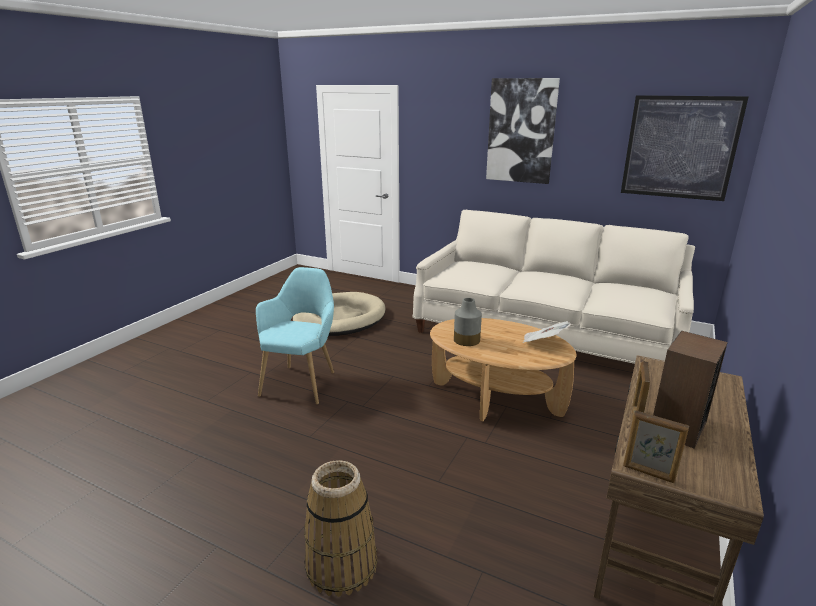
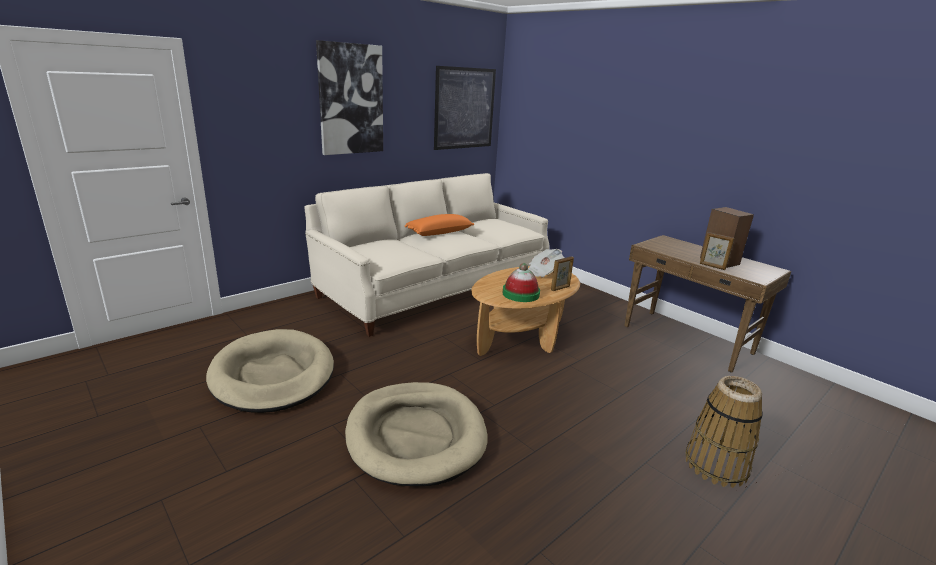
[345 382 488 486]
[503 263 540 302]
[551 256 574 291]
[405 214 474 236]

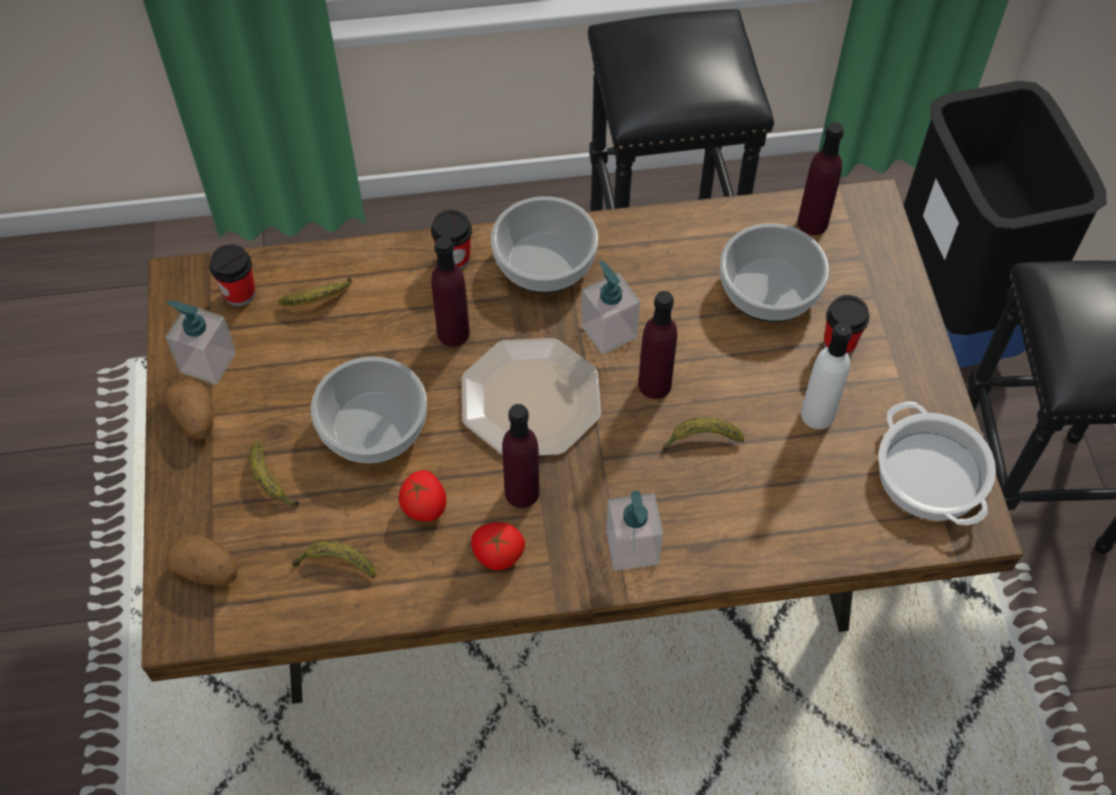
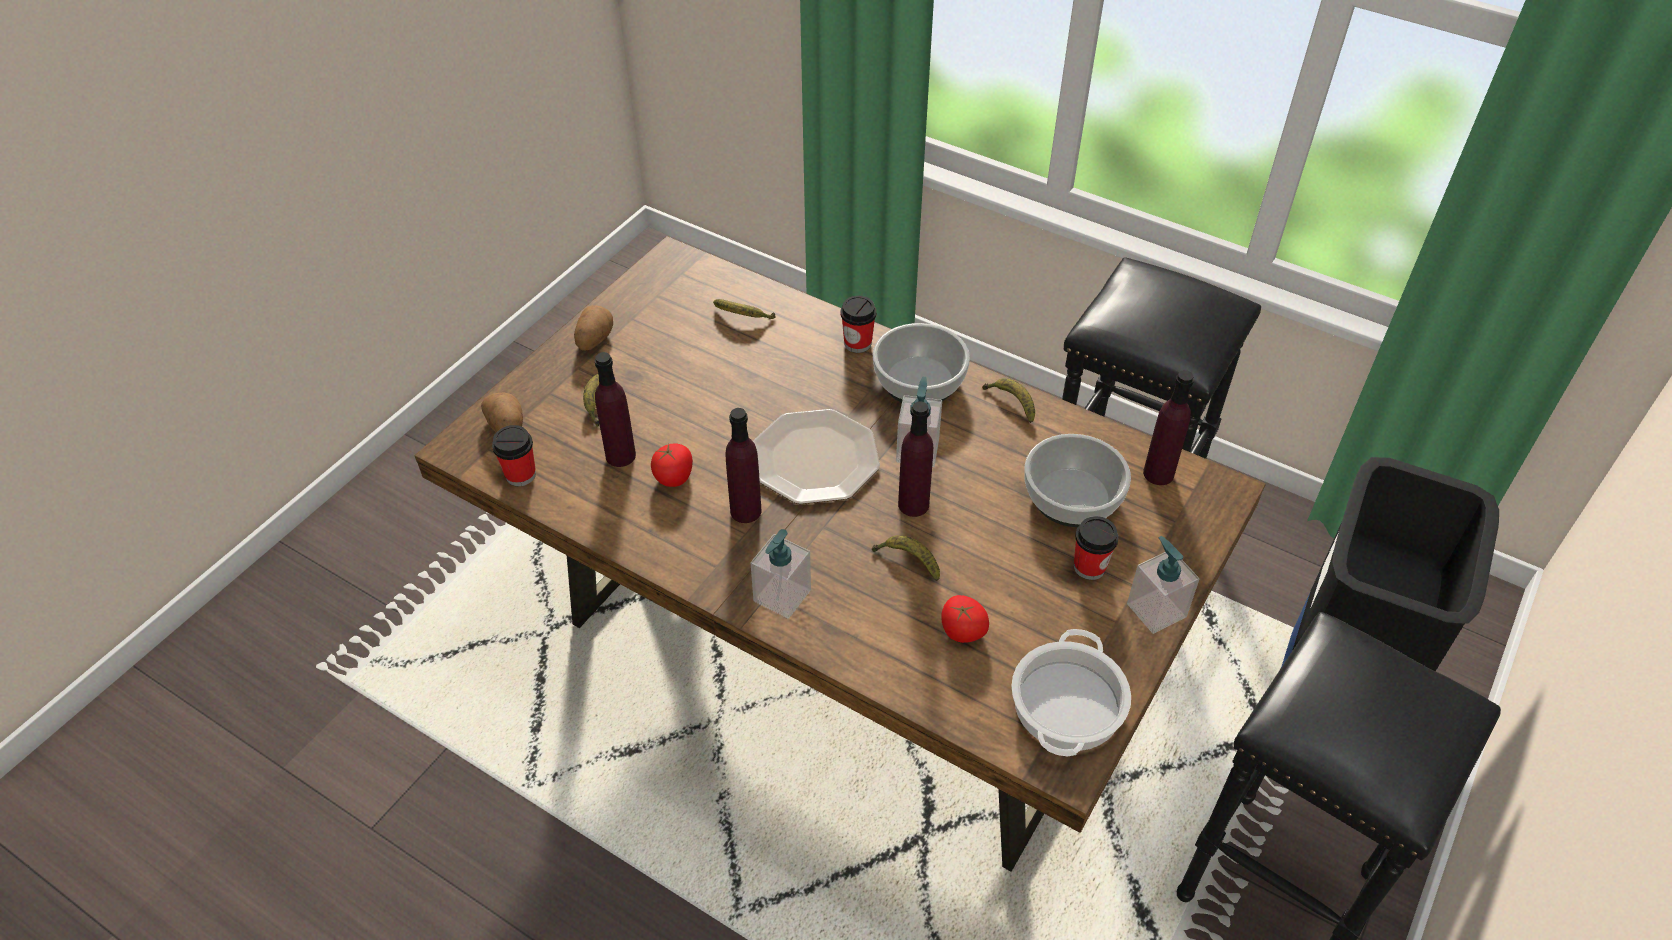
[595 352 636 467]
[492 425 536 486]
[1127 536 1200 634]
[801 322 852 429] (first image)
[311 357 427 464] (first image)
[941 595 989 643]
[982 378 1035 423]

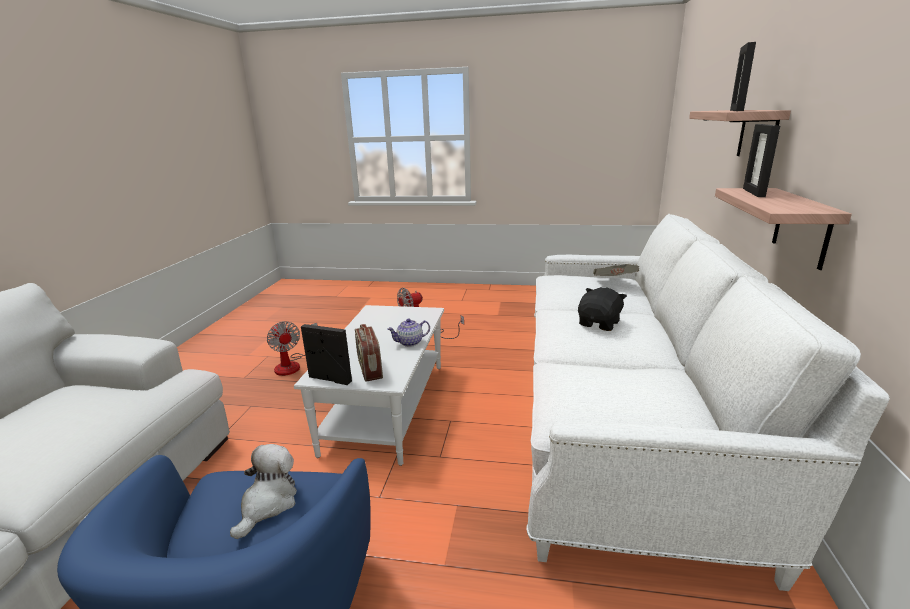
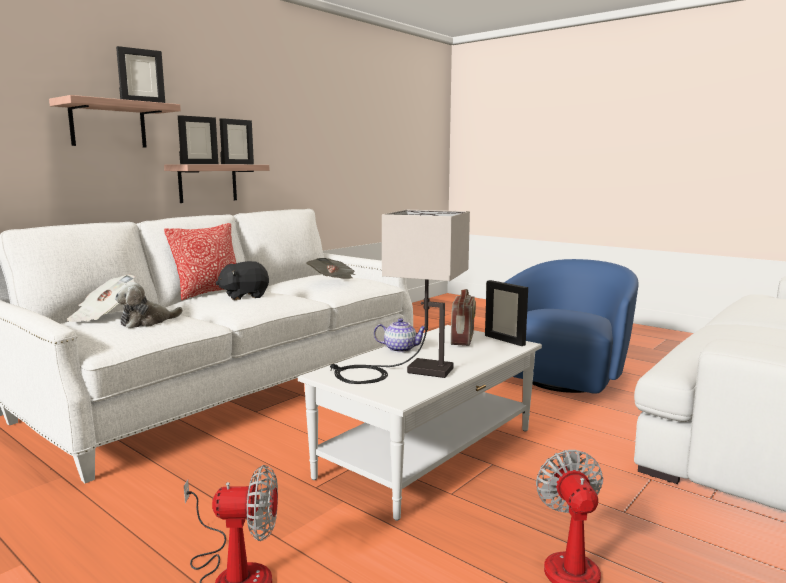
[115 282 183 328]
[220 118 254 164]
[330 210 470 384]
[164 223 236 300]
[306 258 355 279]

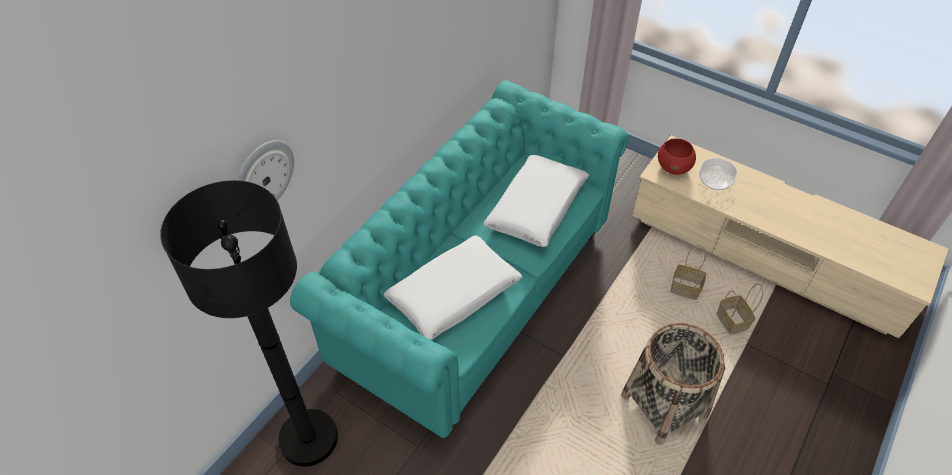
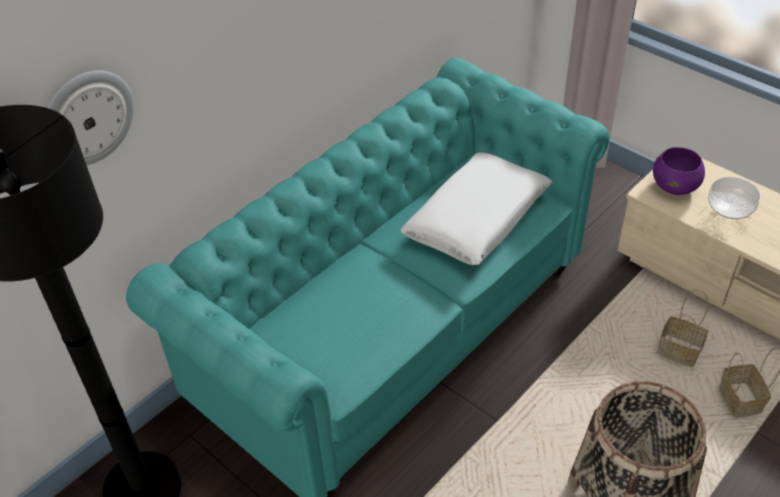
[653 147 705 195]
[384 235 522 340] (first image)

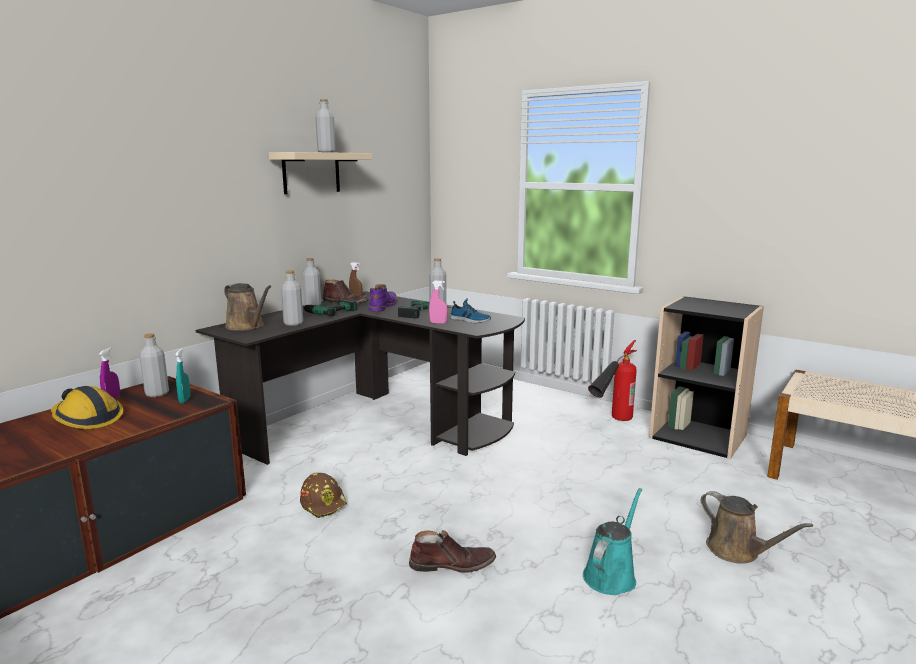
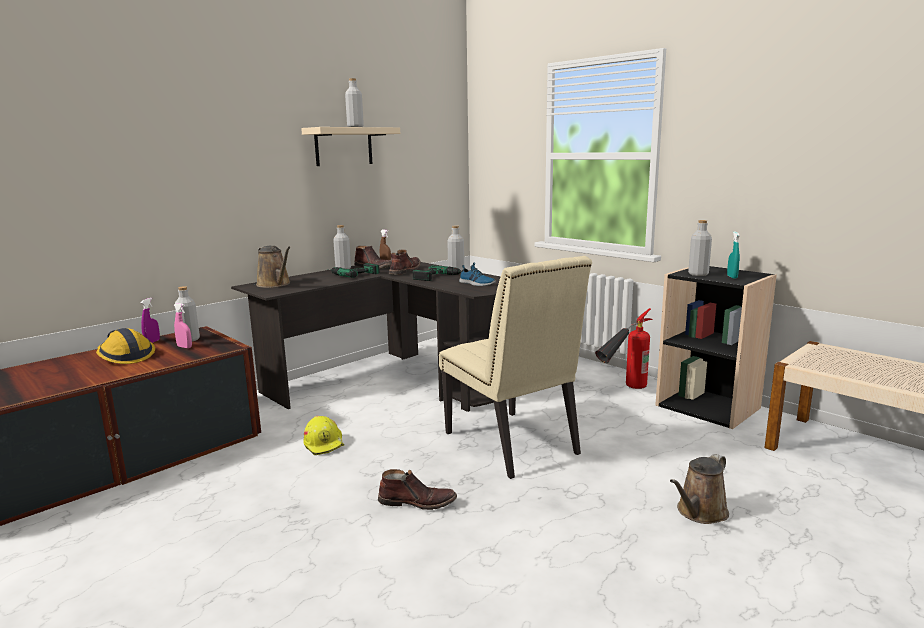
[688 220 712 276]
[174 303 192 348]
[389 249 421 275]
[727 232 740 279]
[303 416 344 455]
[583 488 642 595] (first image)
[670 454 729 524]
[439 256 592 479]

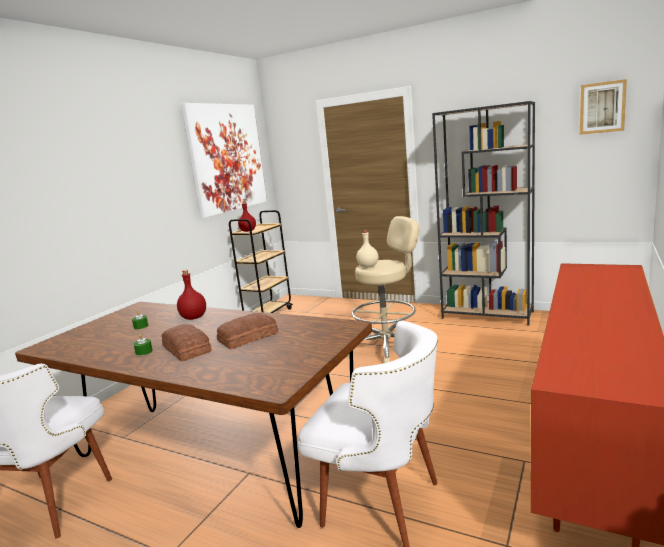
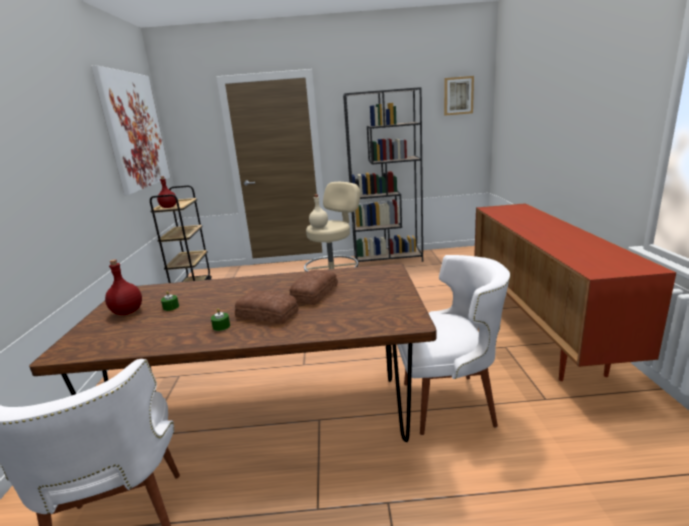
[105 259 142 315]

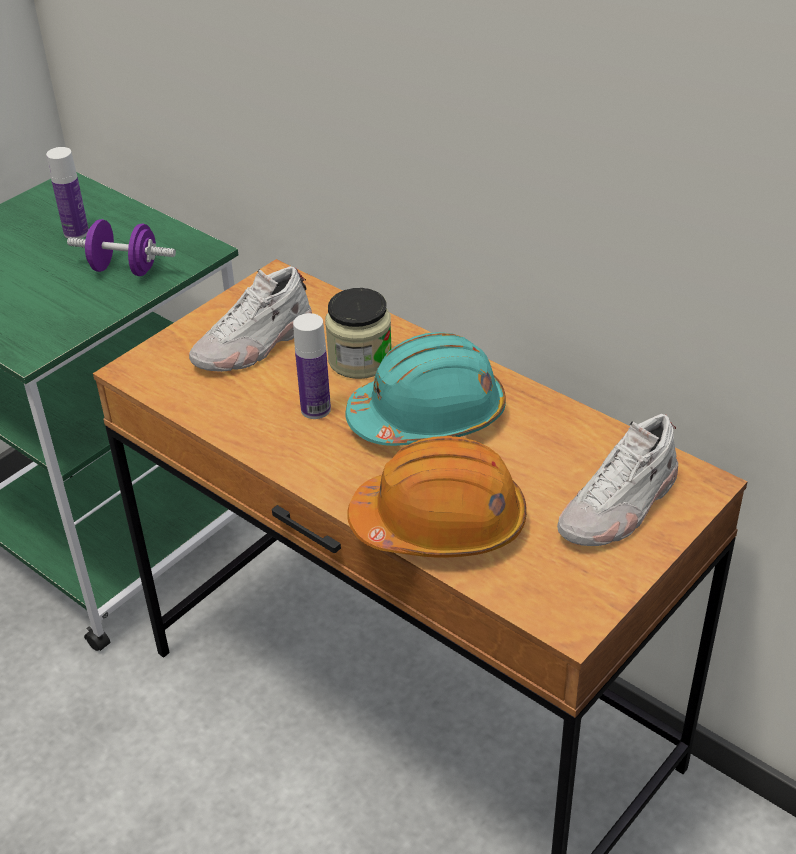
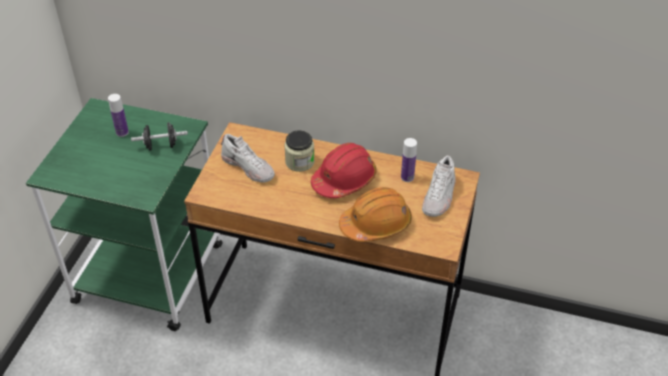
[131 122 188 151]
[221 134 275 183]
[401 138 417 182]
[311 143 376 198]

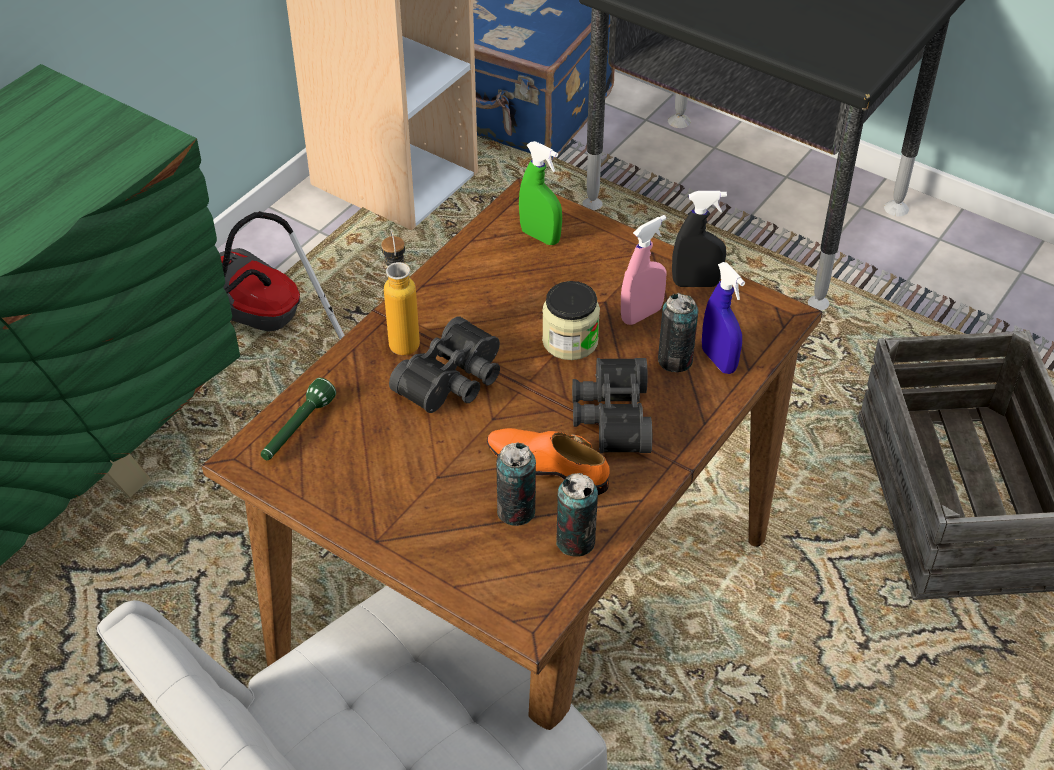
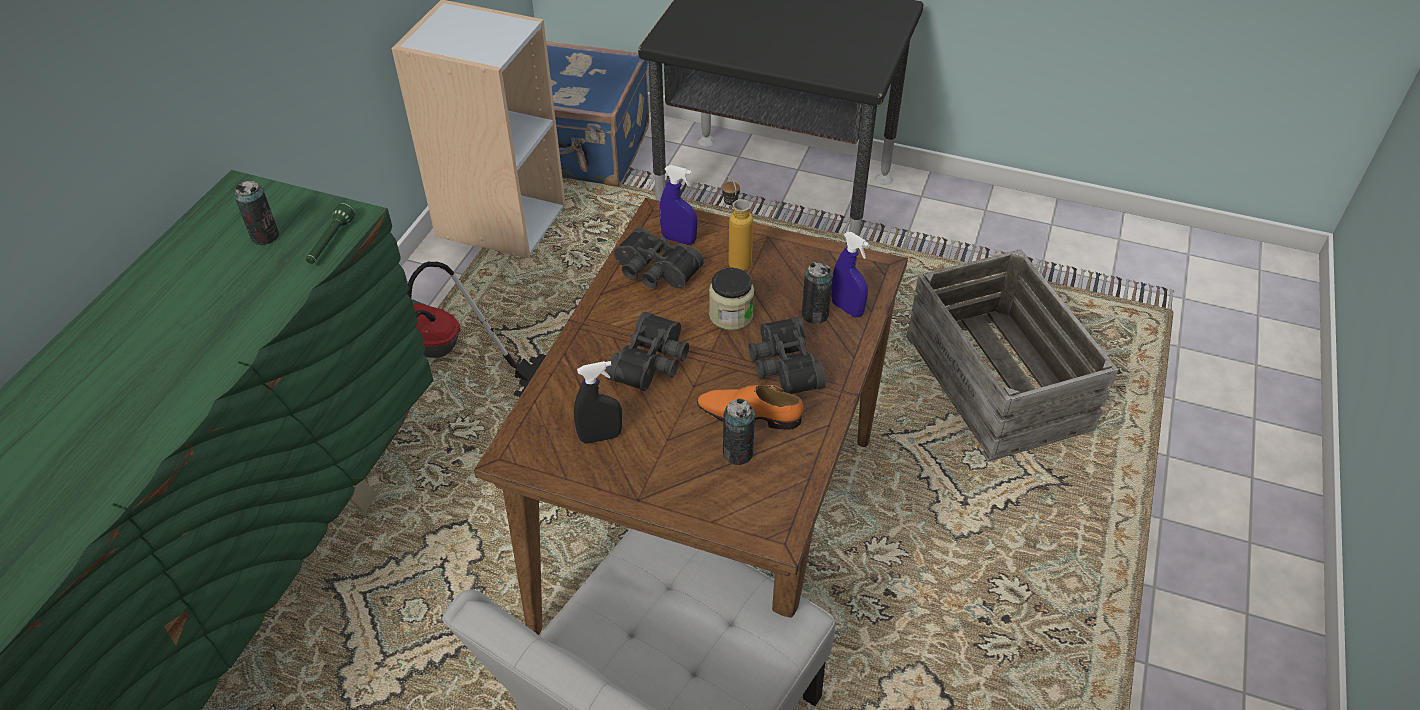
[659 165 697 245]
[574 361 622 444]
[621 215 667 325] (first image)
[722 176 753 271]
[306 203 355 264]
[235 181 279 245]
[614 227 704 288]

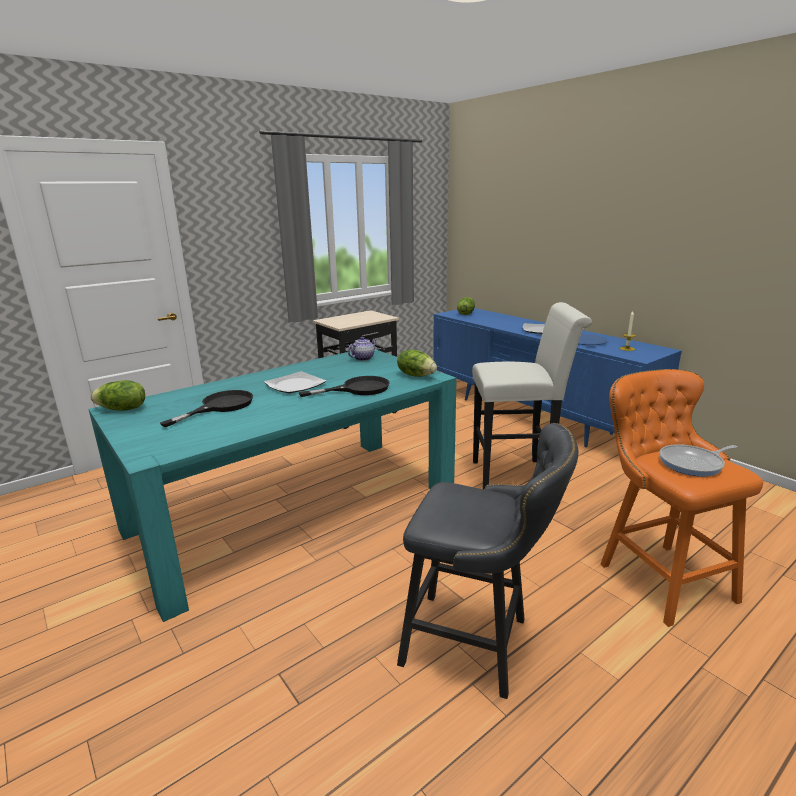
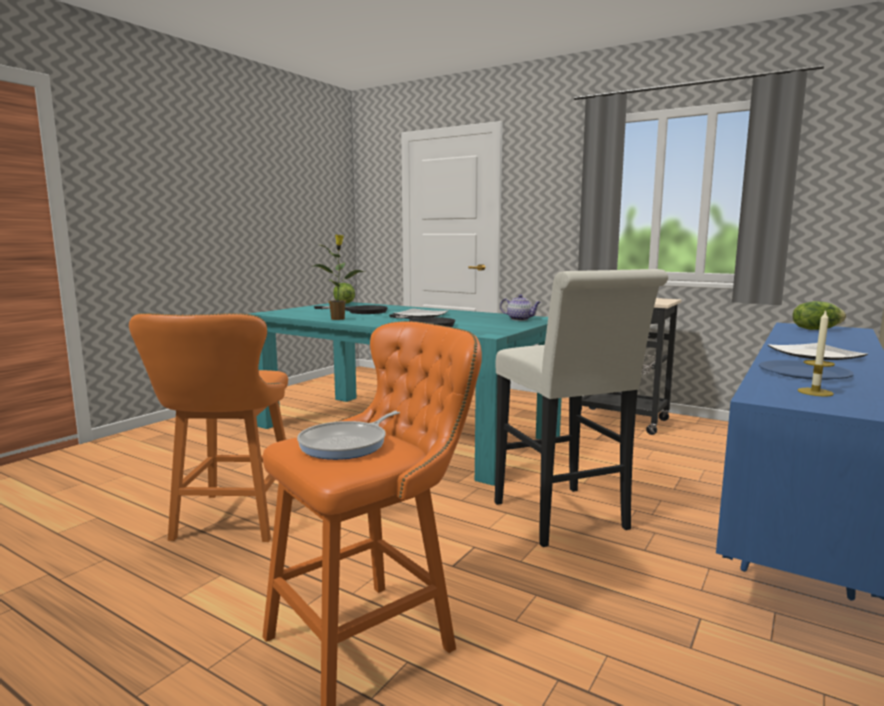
[397 350 437 377] (first image)
[129 313 295 542]
[297 411 400 460]
[314 234 365 320]

